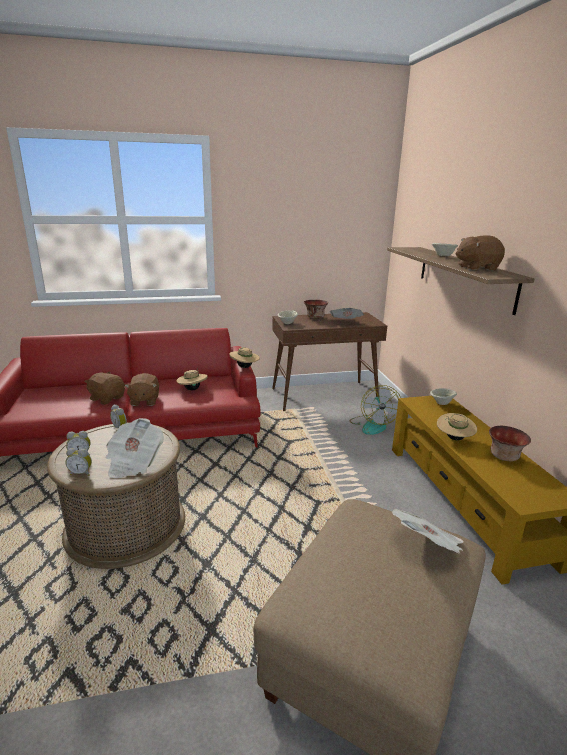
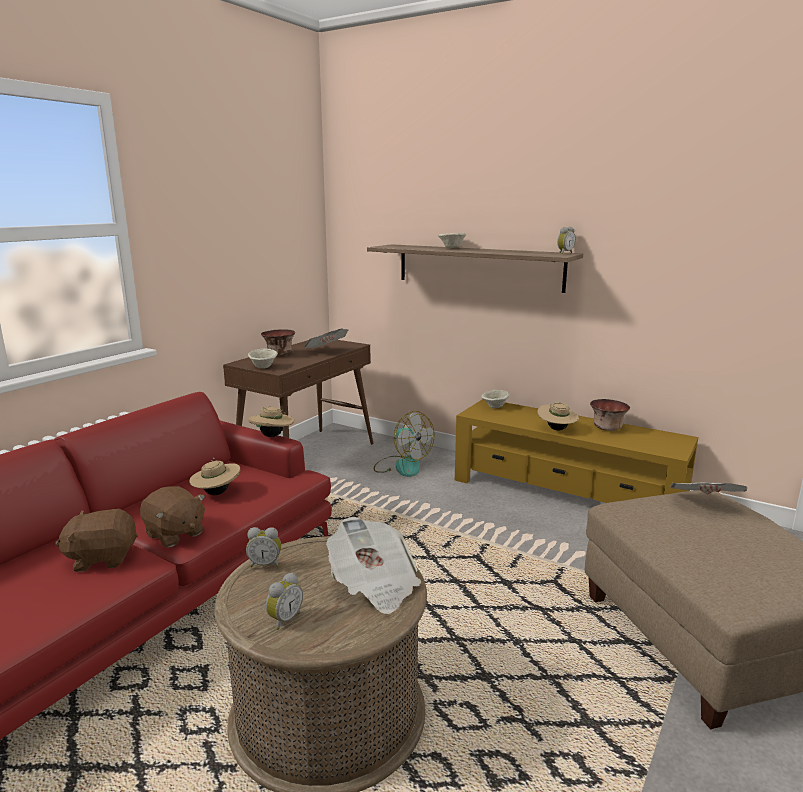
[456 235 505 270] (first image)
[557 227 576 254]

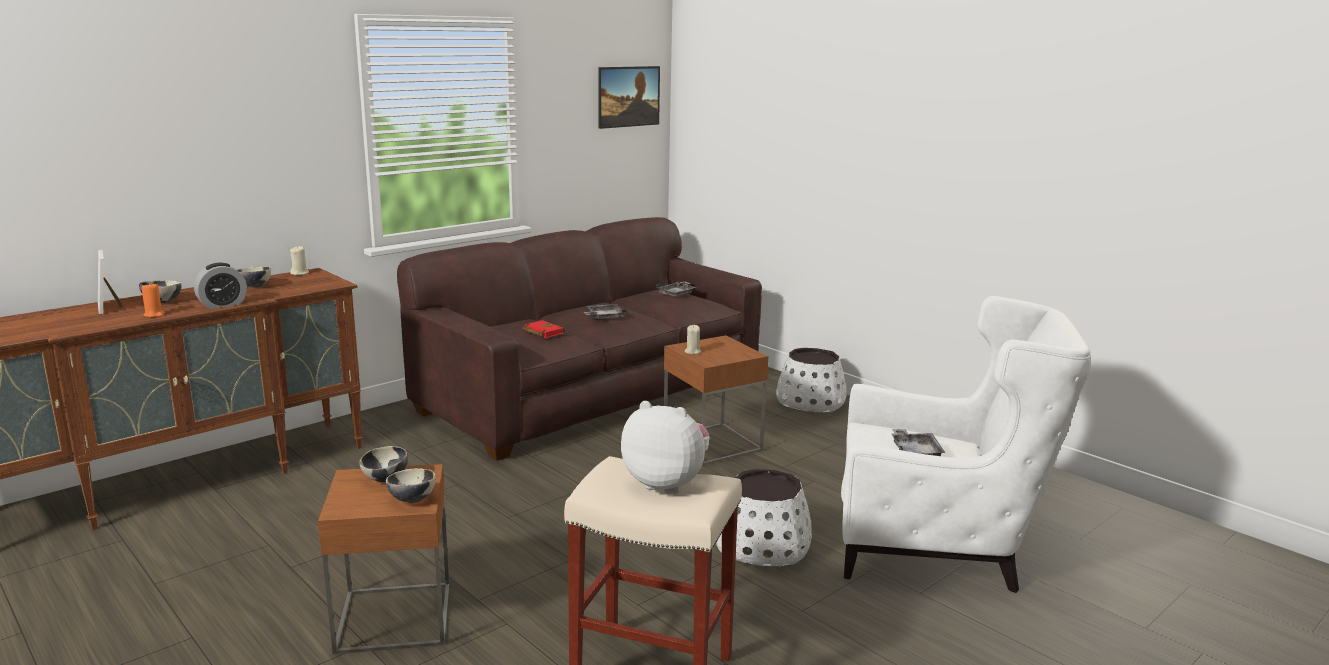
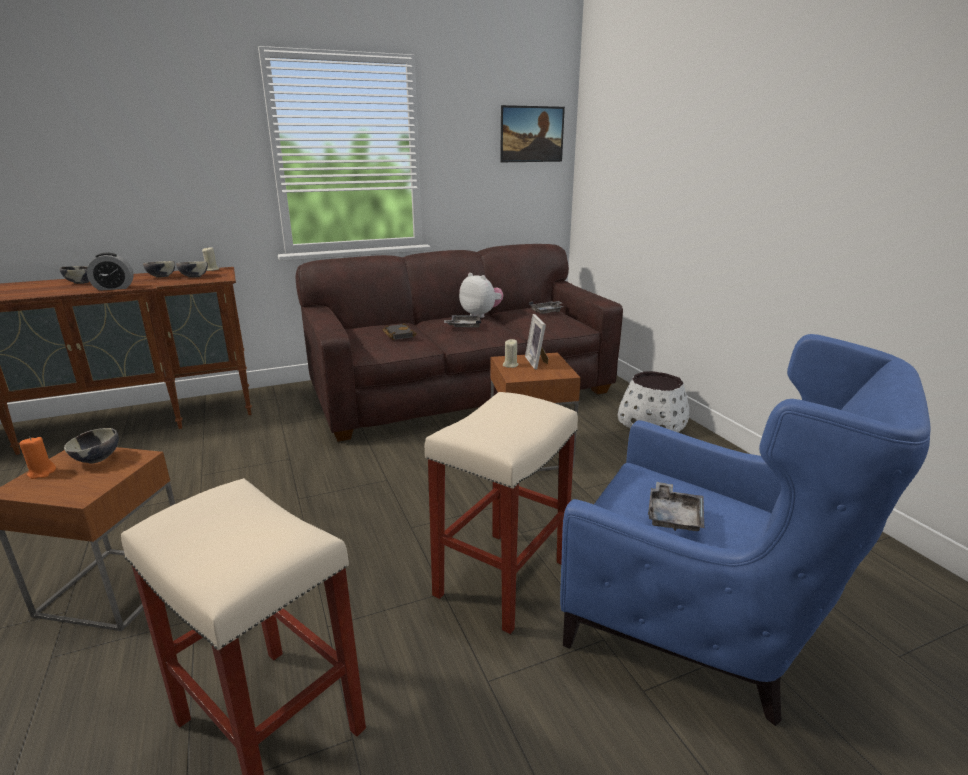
[525 314 548 370]
[19 437 56 479]
[560 334 930 726]
[382 323 417 340]
[459 273 503 318]
[176 261 208 278]
[425 392 578 634]

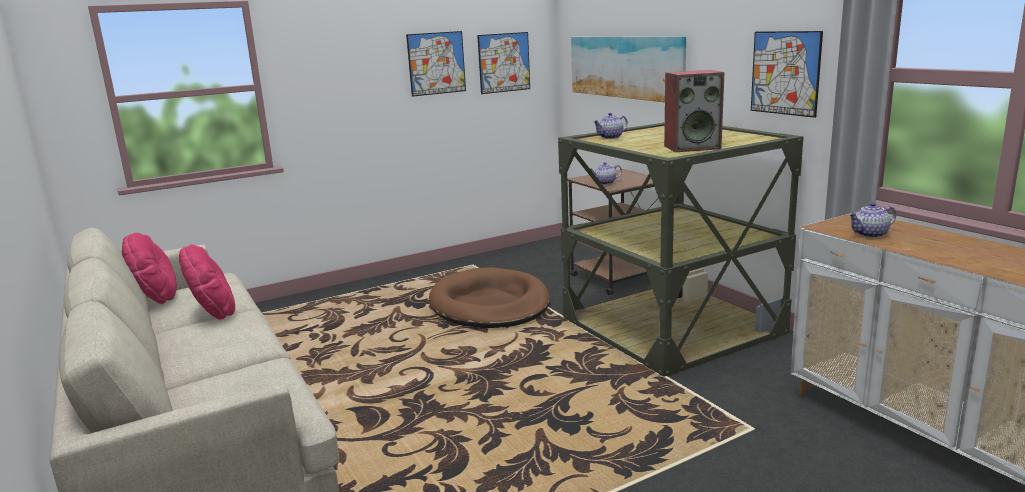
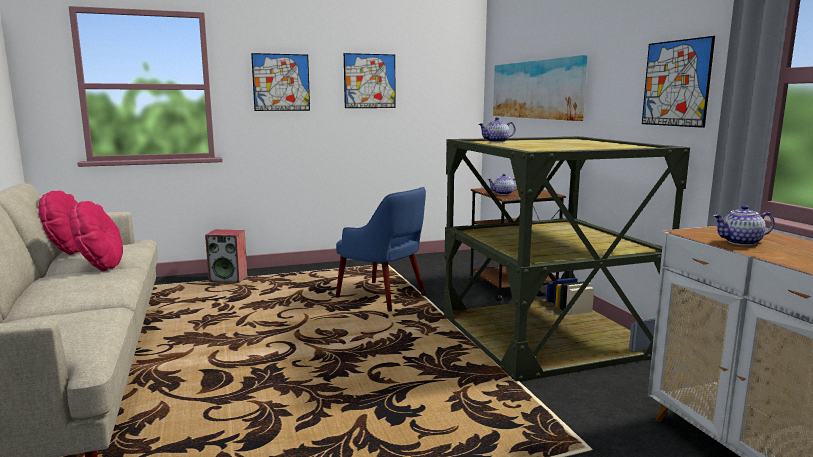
[251 53 310 111]
[205 230 248 283]
[336 187 426 312]

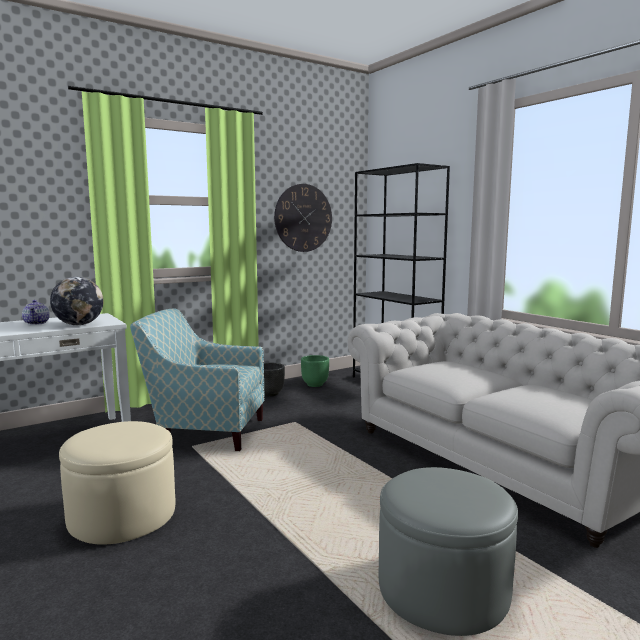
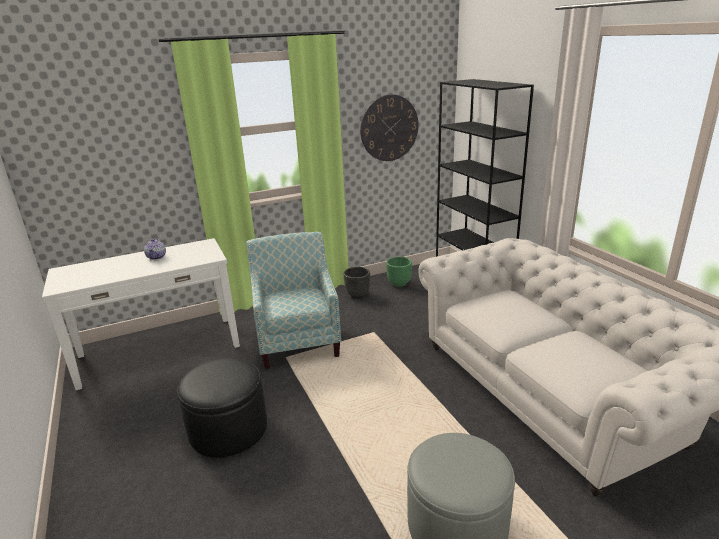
[50 277 103 325] (first image)
[246 232 341 369]
[177 358 267 458]

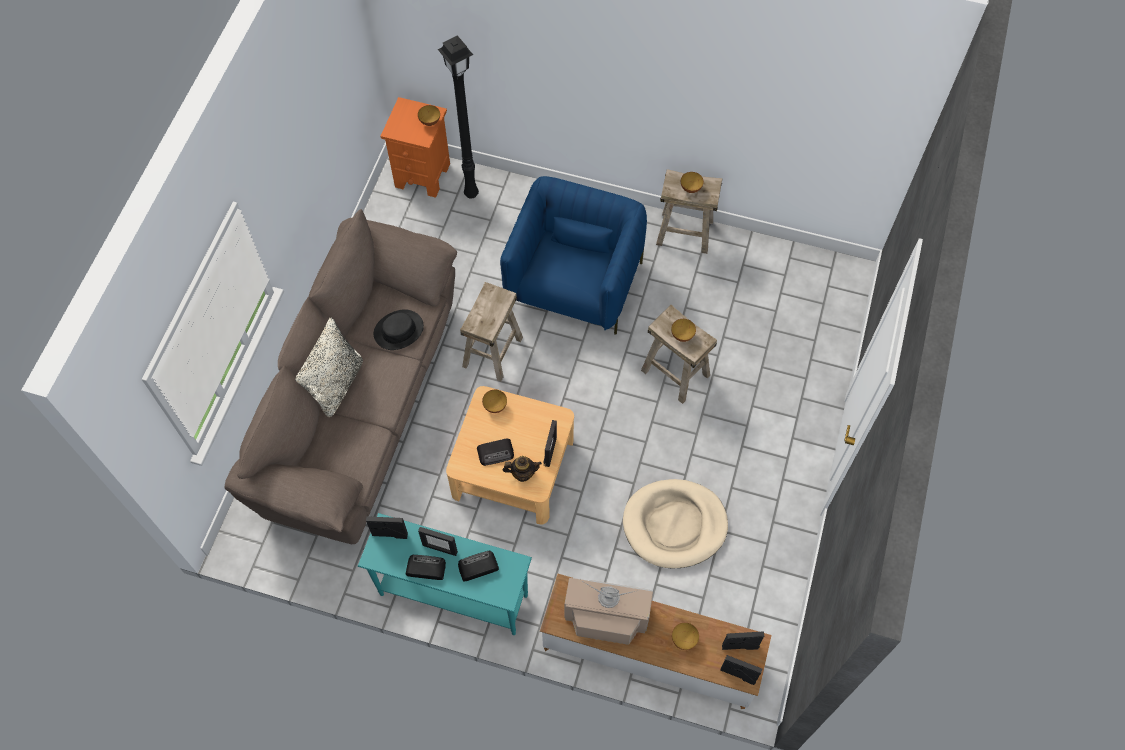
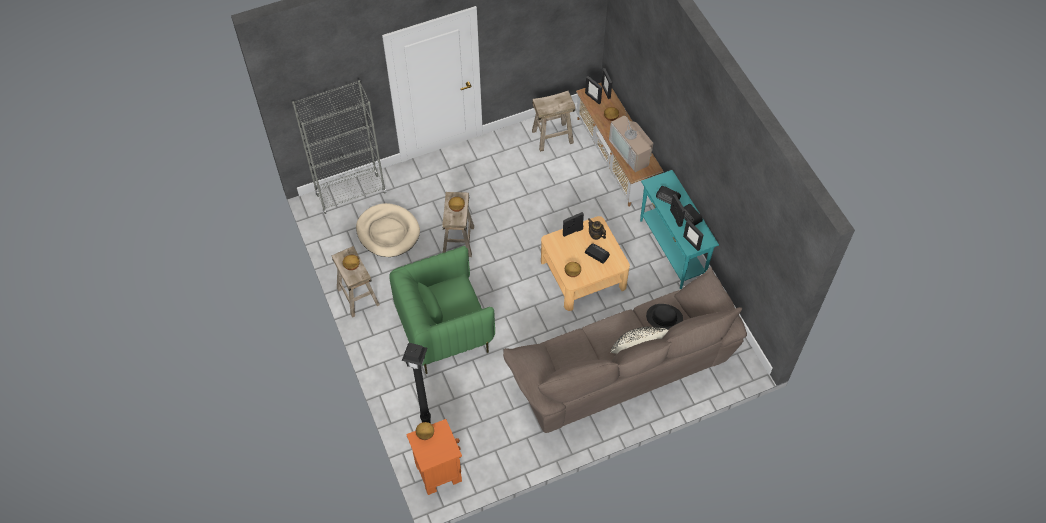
[389 246 495 374]
[532 91 575 152]
[646 304 683 329]
[356 203 420 257]
[292 80 386 214]

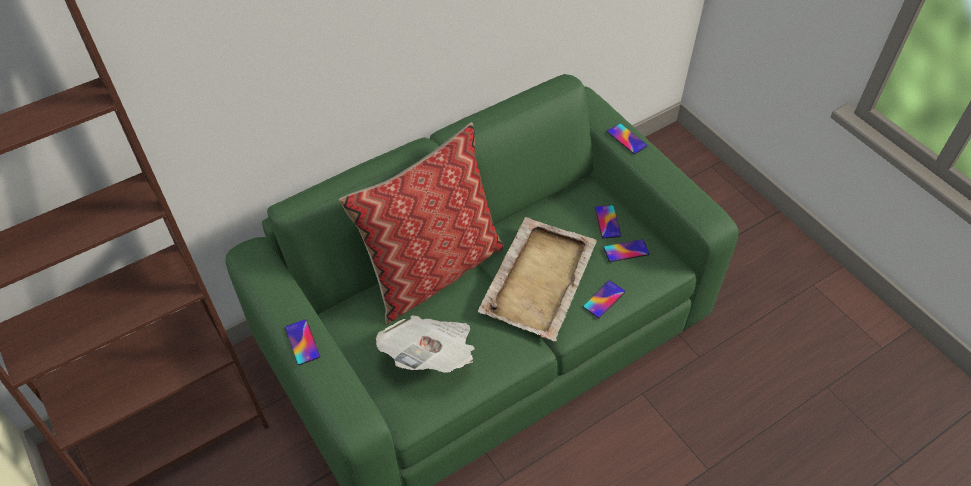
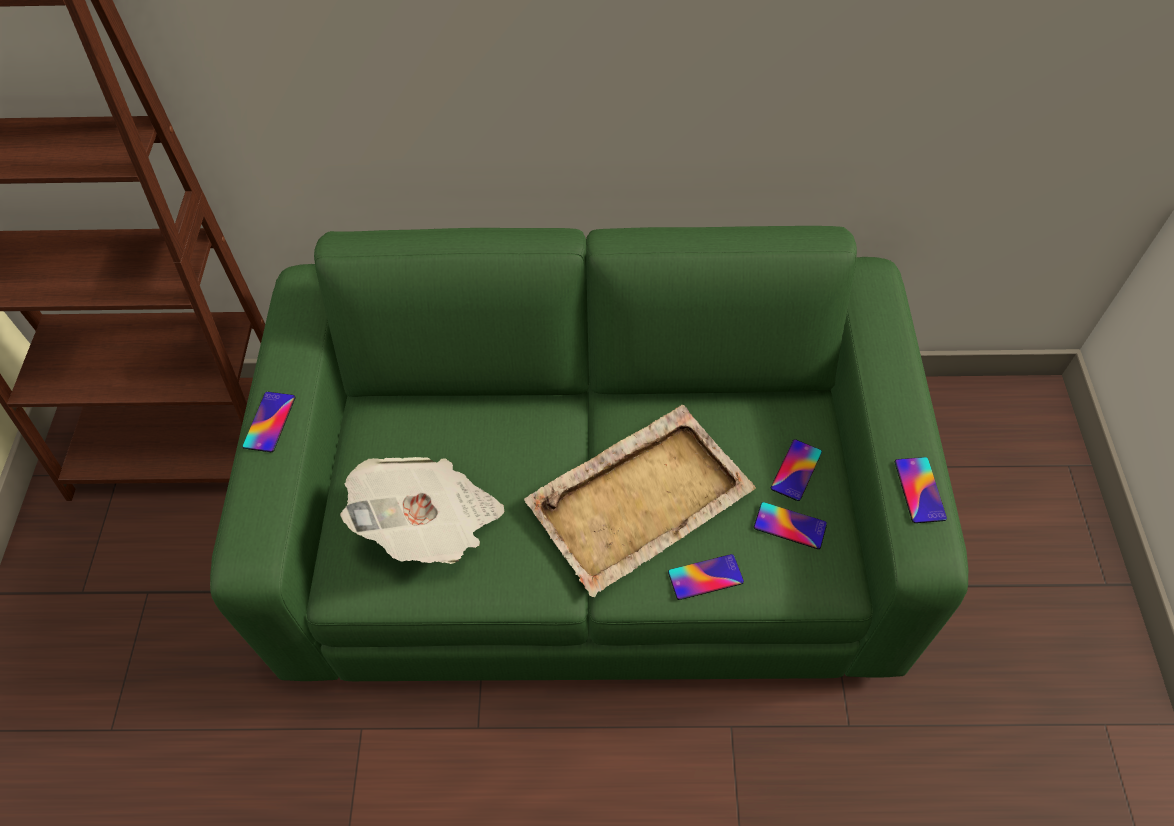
[338 122 504 324] (first image)
[895 457 947 523]

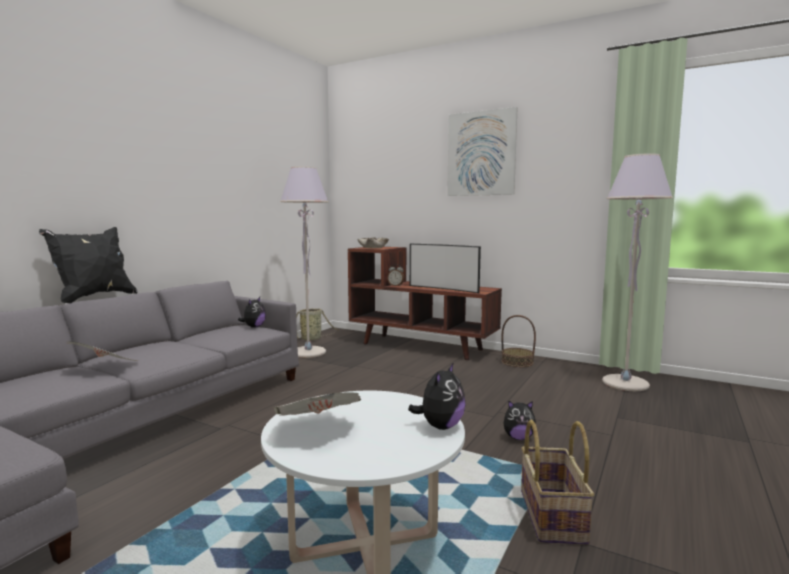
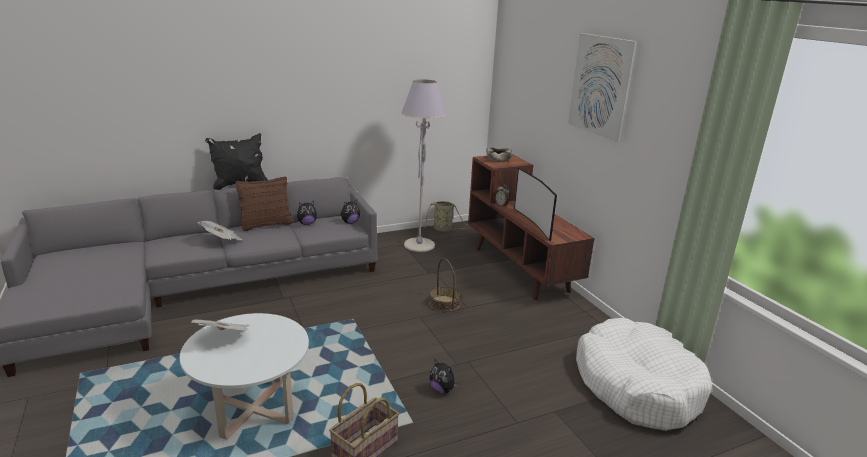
[576 318 712 431]
[429 258 461 312]
[297 201 317 225]
[235 176 293 231]

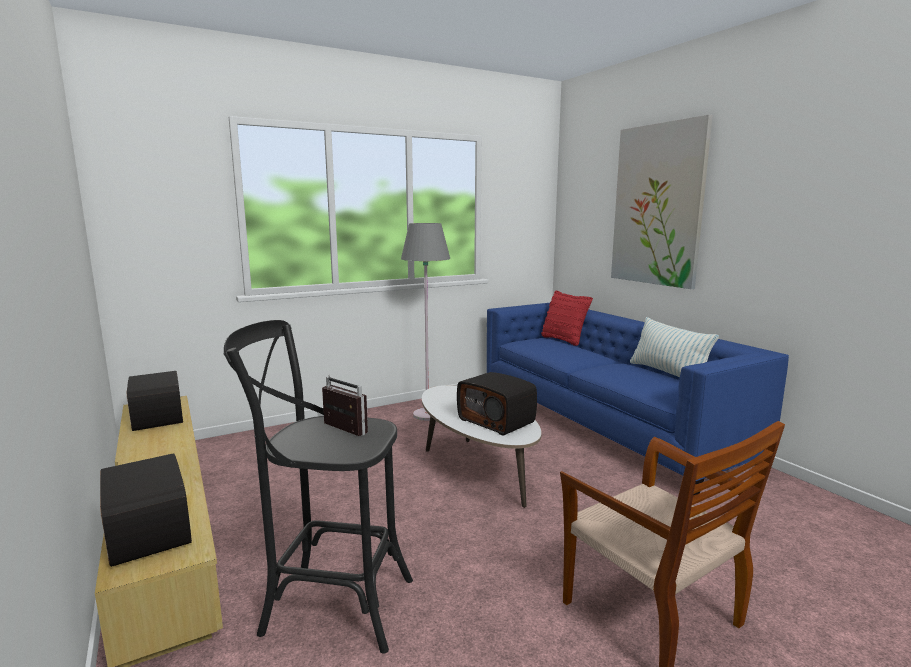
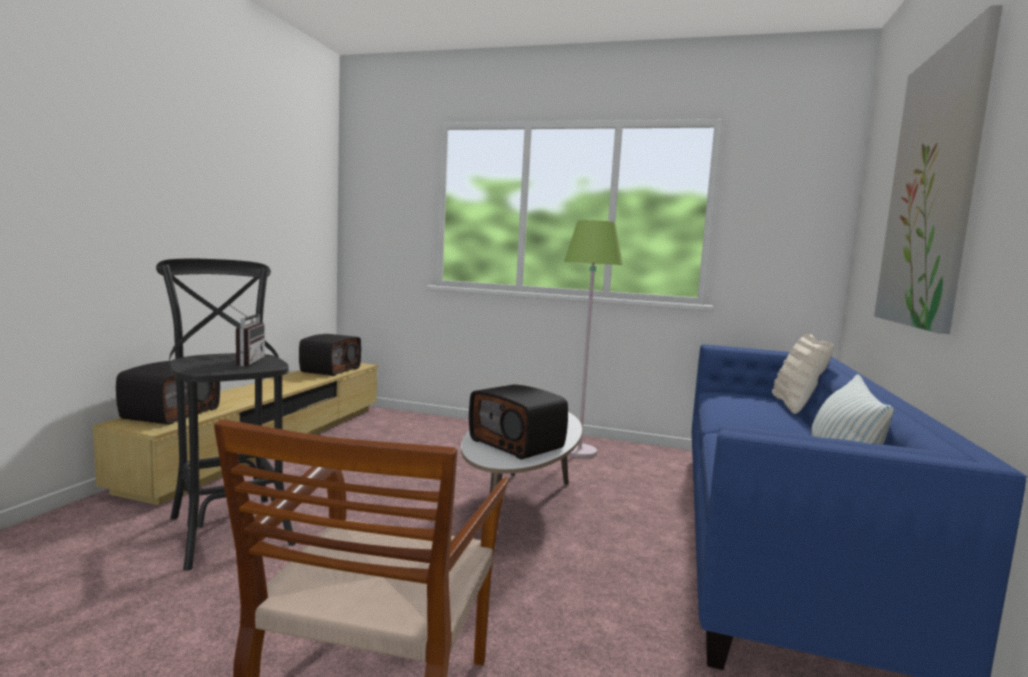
[564 220 623 458]
[772 332 834 414]
[469 384 568 459]

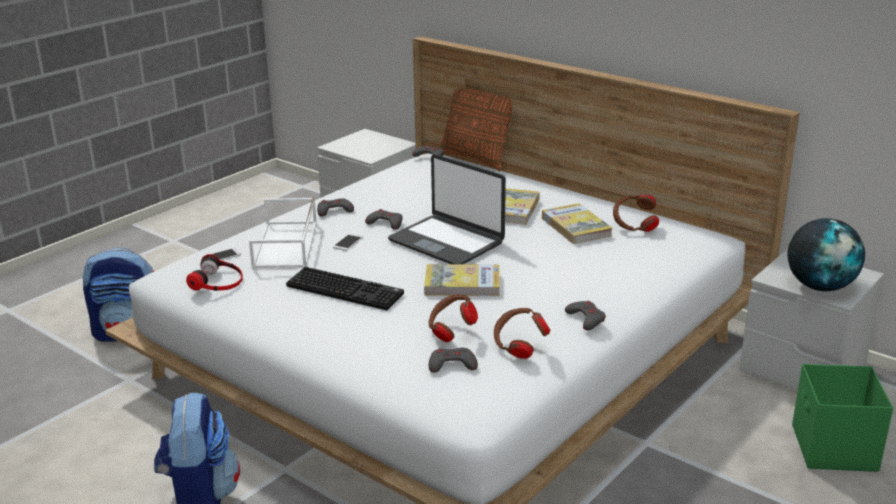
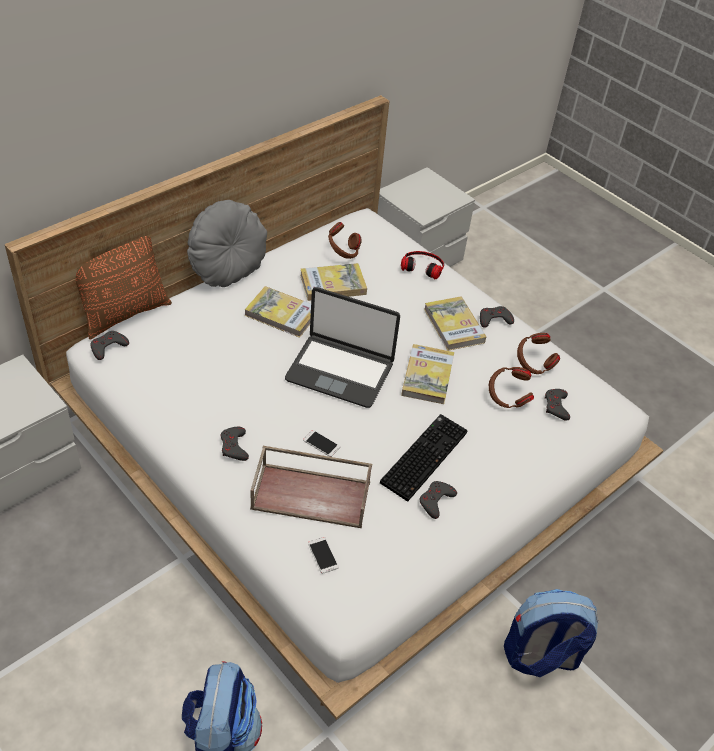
[285 287 400 408]
[250 446 372 528]
[419 481 457 519]
[787 218 865 291] (first image)
[401 251 444 279]
[792 364 893 472] (first image)
[187 200 267 287]
[424 296 486 351]

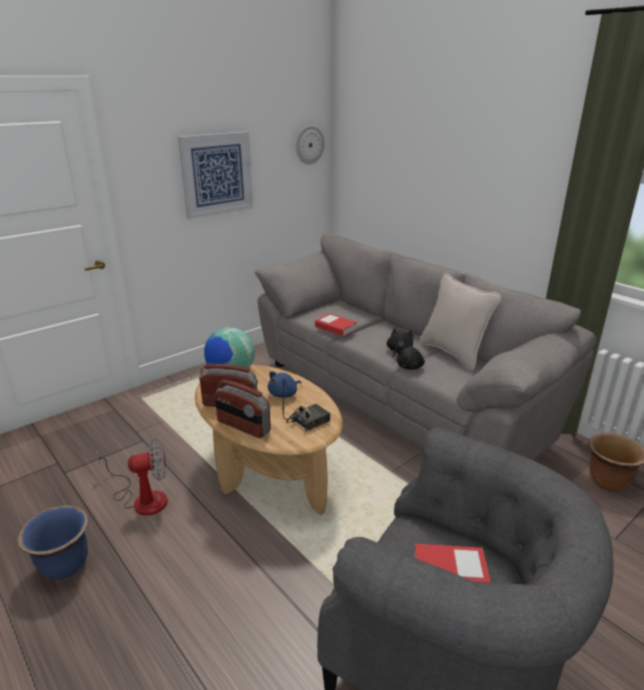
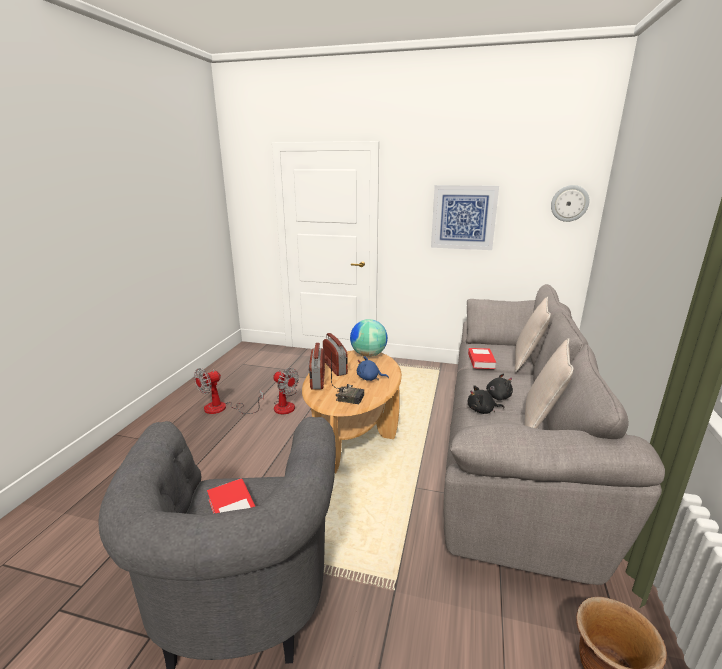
[194 368 264 414]
[515 297 551 372]

